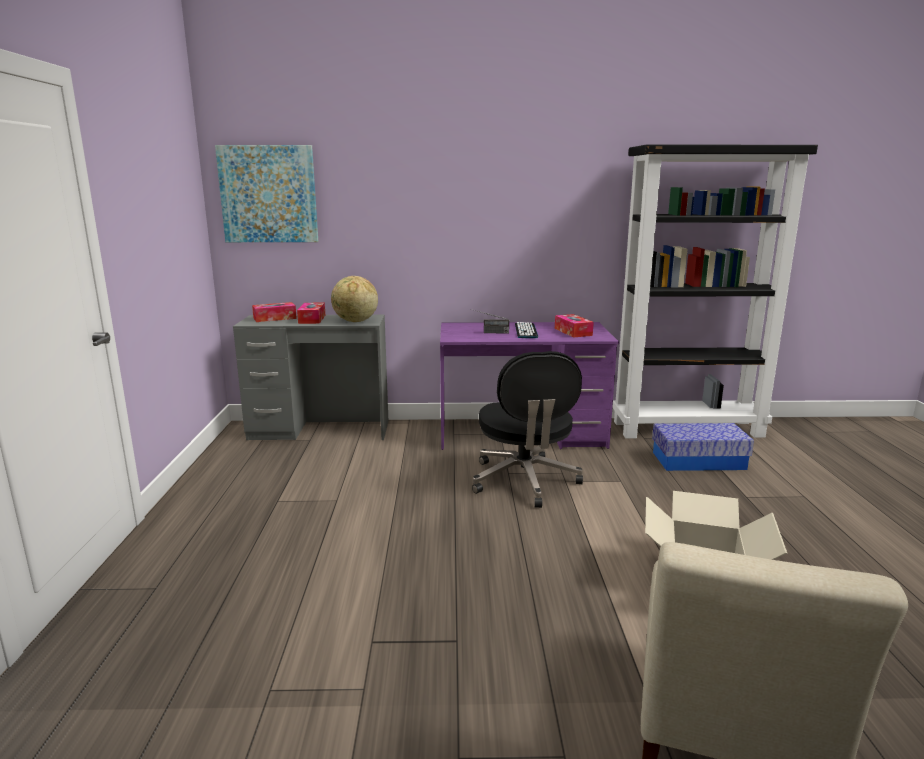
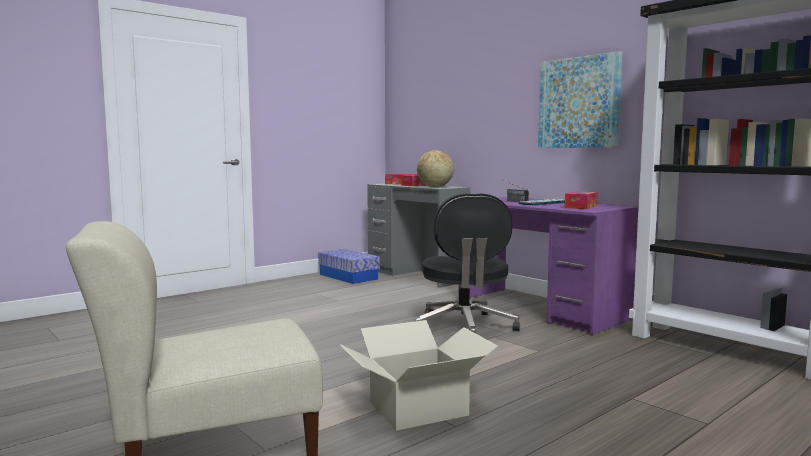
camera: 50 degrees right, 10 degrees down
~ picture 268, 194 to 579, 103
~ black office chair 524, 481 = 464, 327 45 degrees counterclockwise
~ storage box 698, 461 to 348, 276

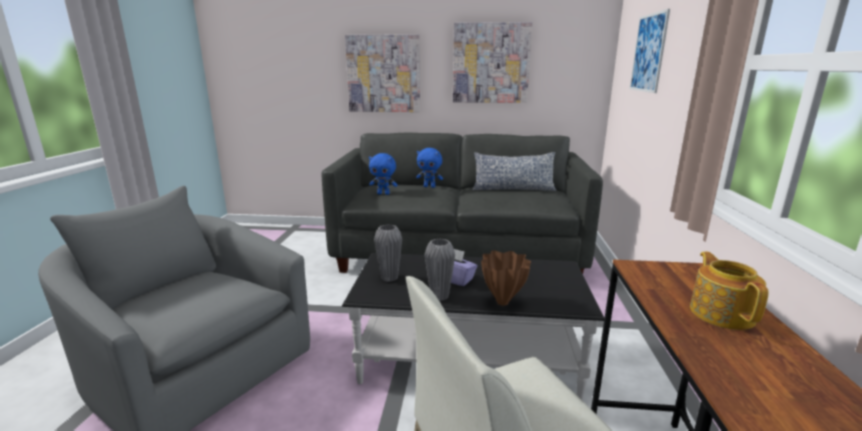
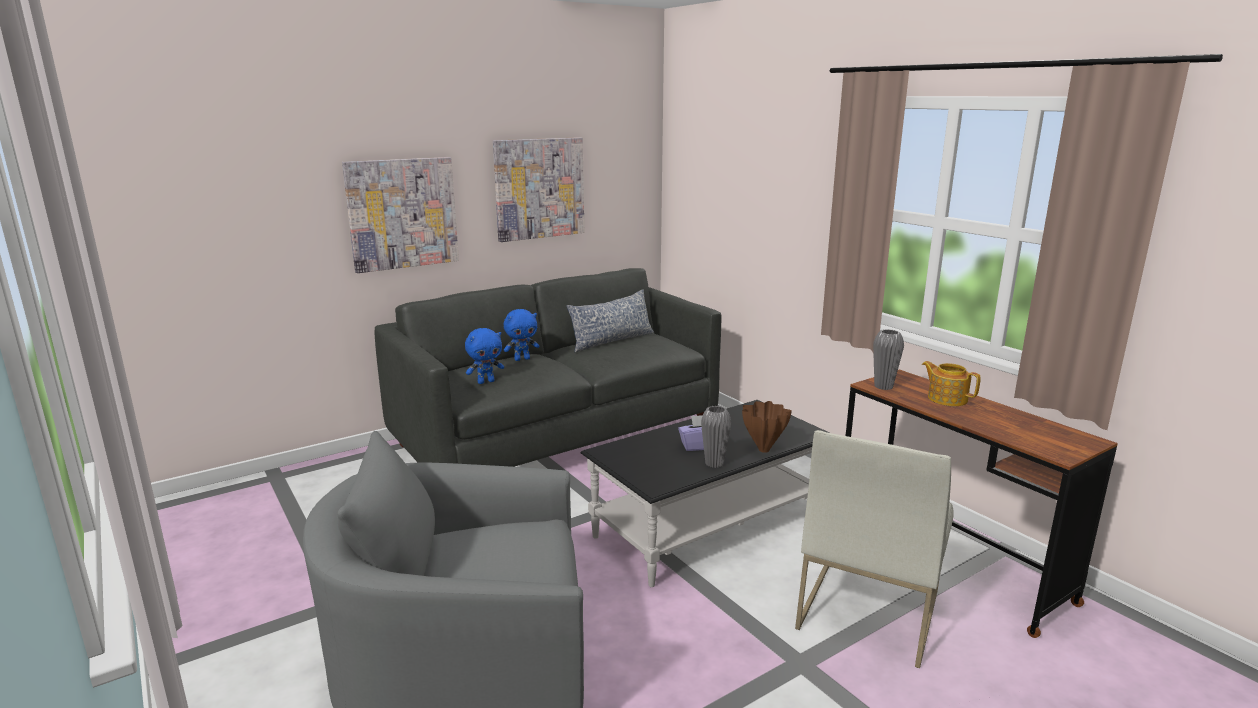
camera: 40 degrees left, 0 degrees up
- picture 648, 53
~ grey vase 389, 278 to 883, 386

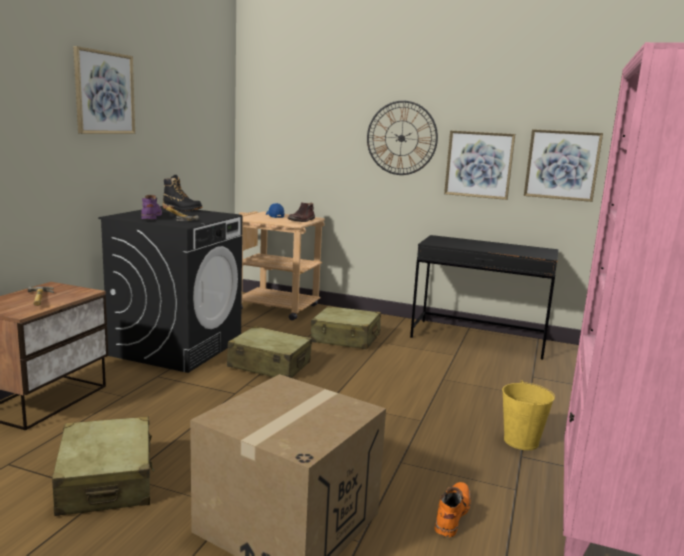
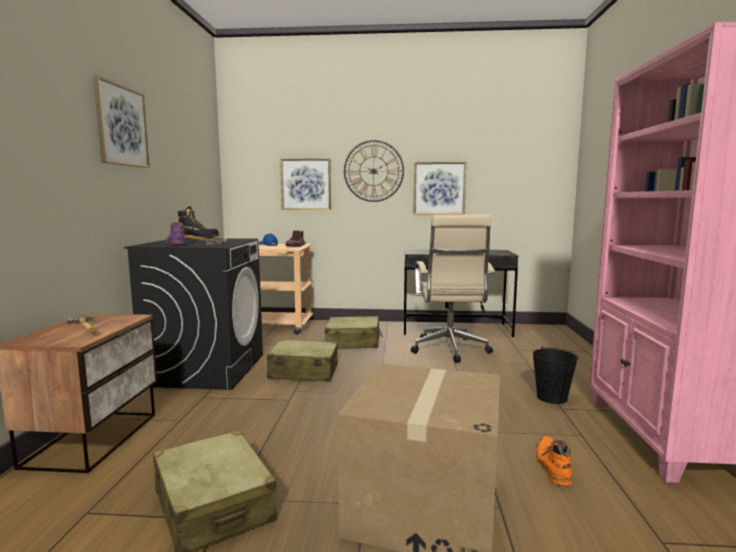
camera: 15 degrees left, 5 degrees down
~ picture 562, 165 to 306, 184
~ yellow bucket 521, 441 to black bucket 551, 397
+ beige office chair 450, 350

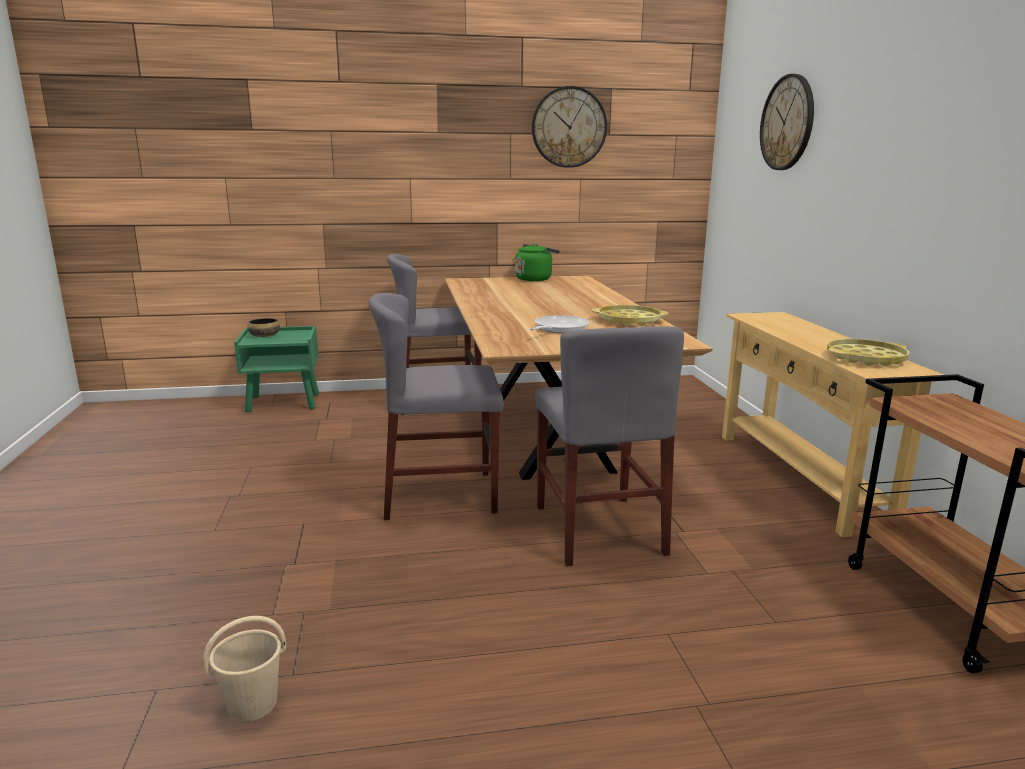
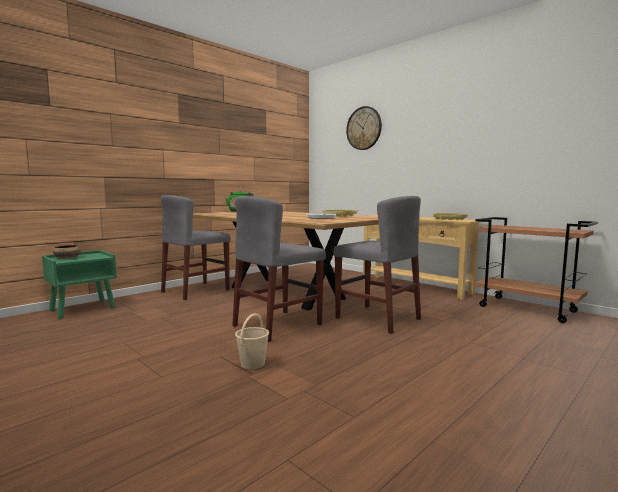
camera: 35 degrees left, 10 degrees down
- wall clock 569, 127
~ beige bucket 253, 704 to 253, 363

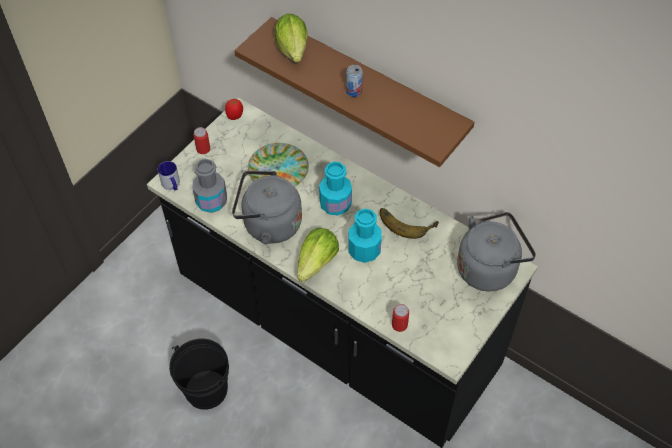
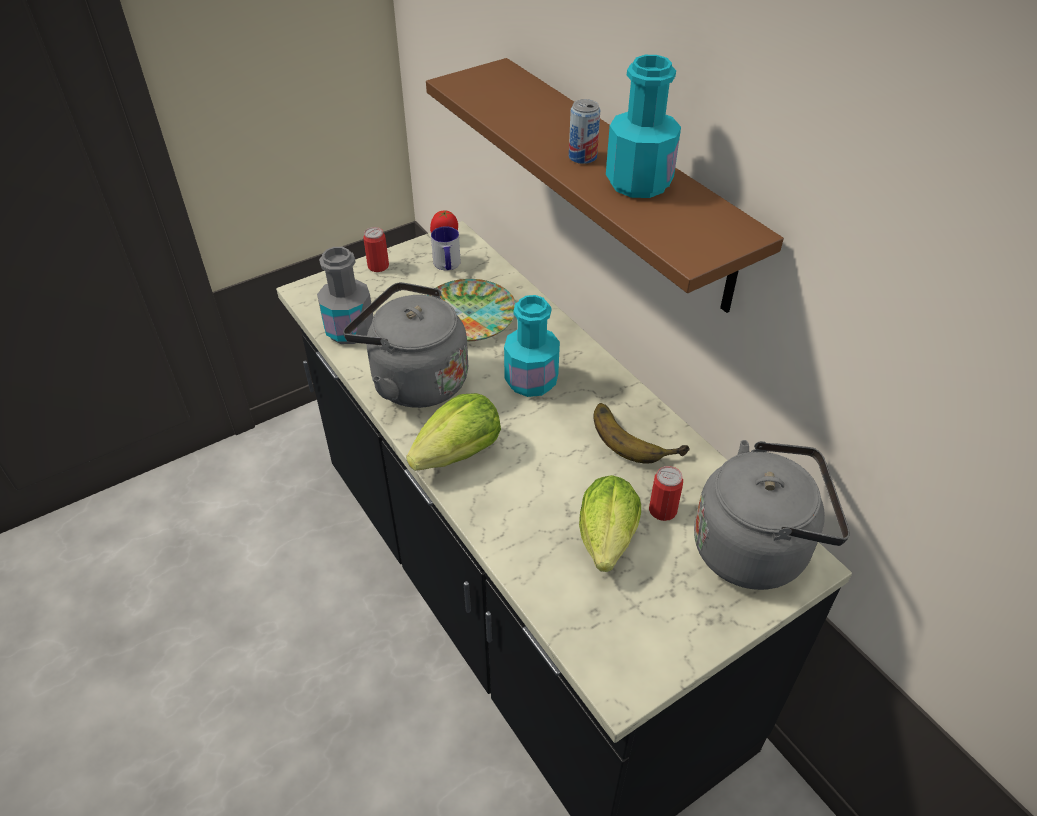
camera: 20 degrees right, 10 degrees down
~ lettuce 293, 52 to 606, 544
~ mug 172, 185 to 447, 265
~ turquoise bottle 364, 250 to 638, 183
~ can 399, 325 to 662, 510
- black bucket 206, 390

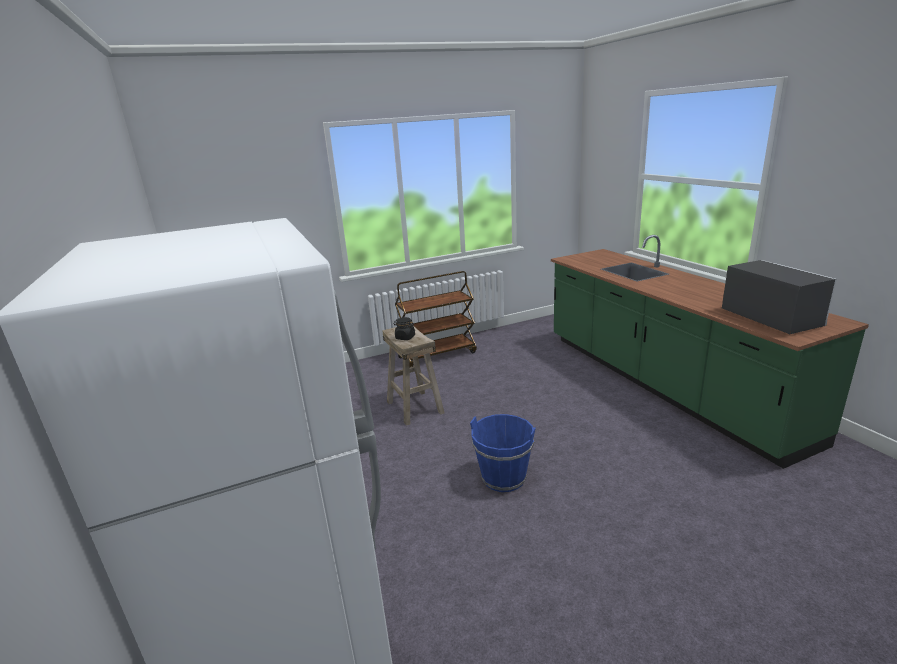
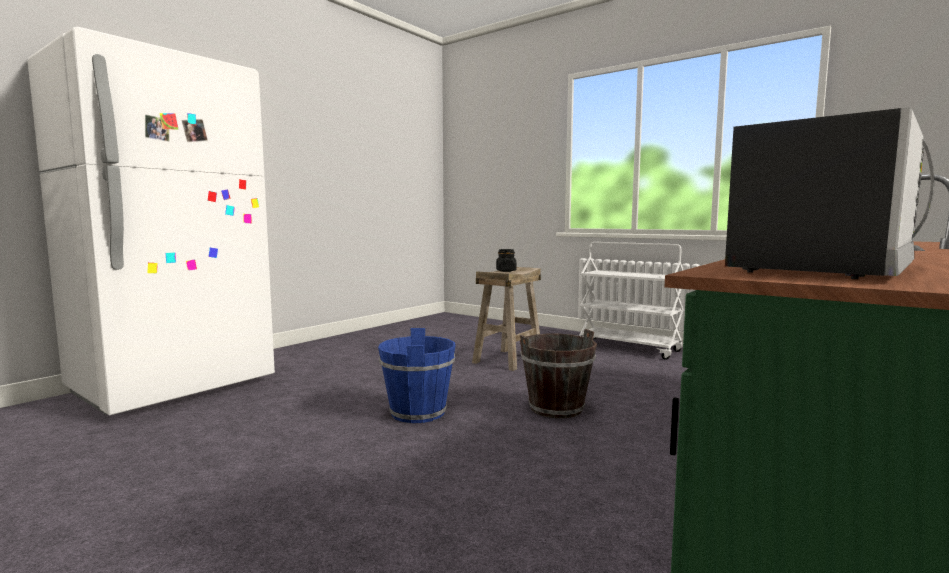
camera: 60 degrees right, 15 degrees down
~ brown cart 438, 355 to white cart 629, 348
+ brown bucket 556, 408

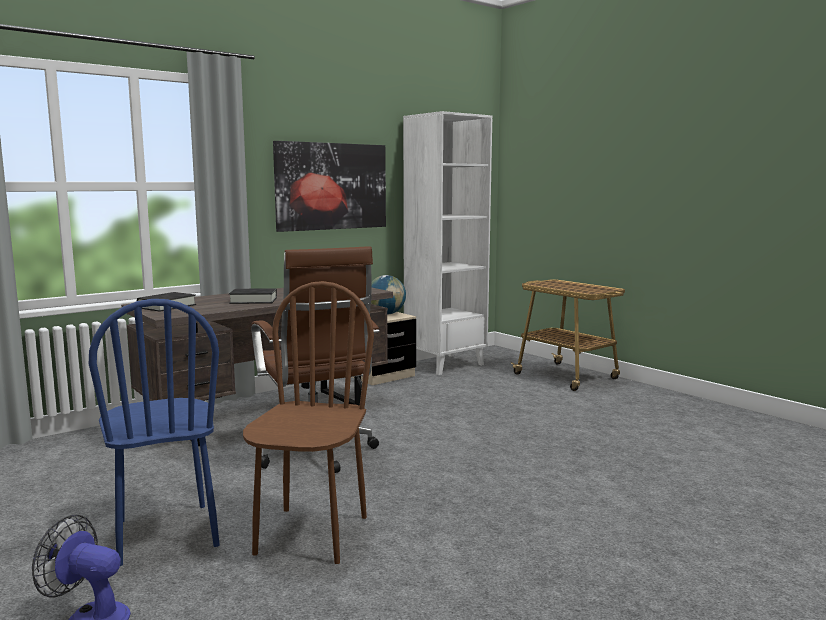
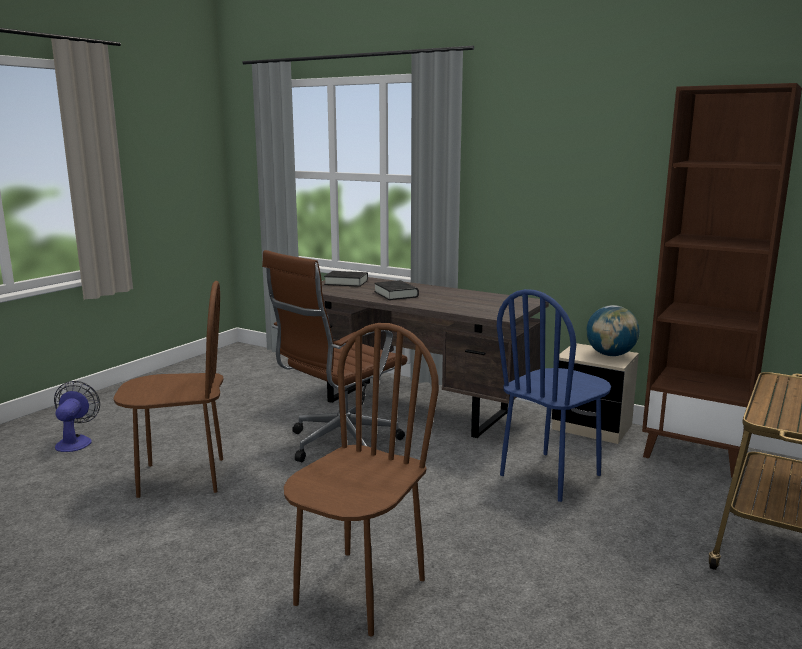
camera: 70 degrees right, 5 degrees up
~ white bookcase 445, 364 to brown bookcase 696, 453
- picture 331, 186
~ blue chair 166, 533 to 551, 475
+ brown chair 359, 591

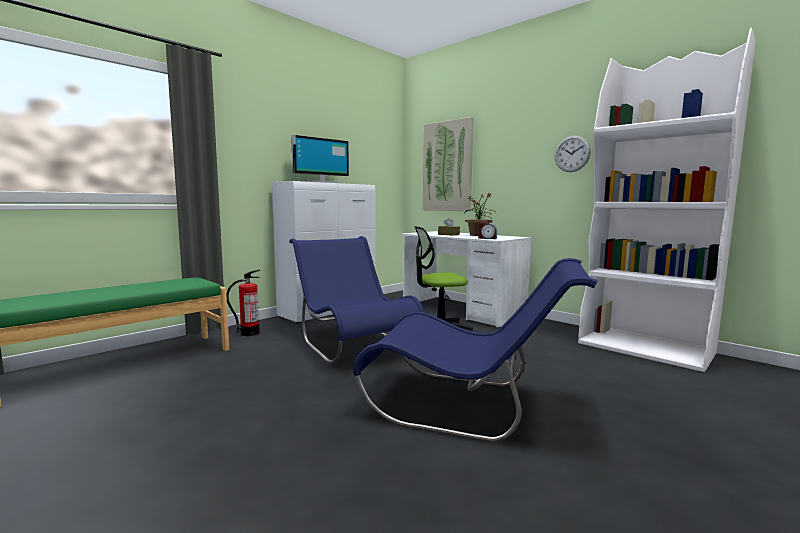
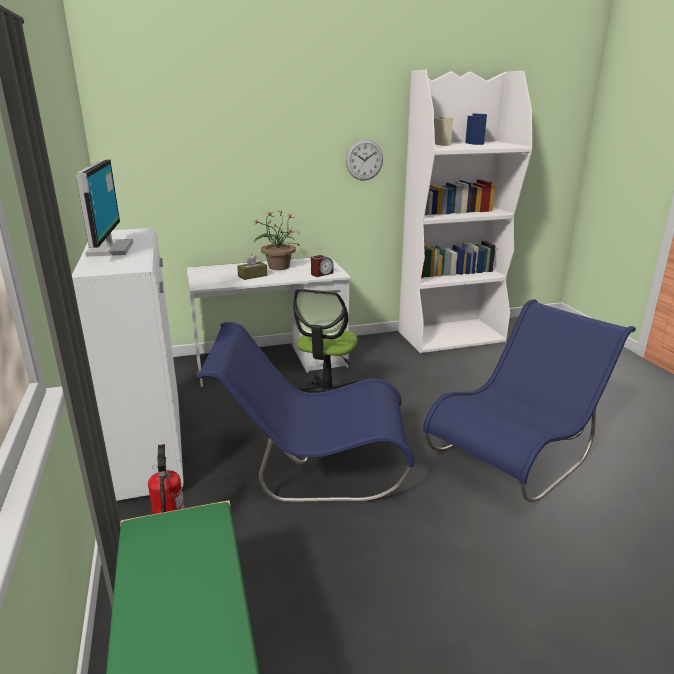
camera: 60 degrees left, 15 degrees up
- picture 447, 166

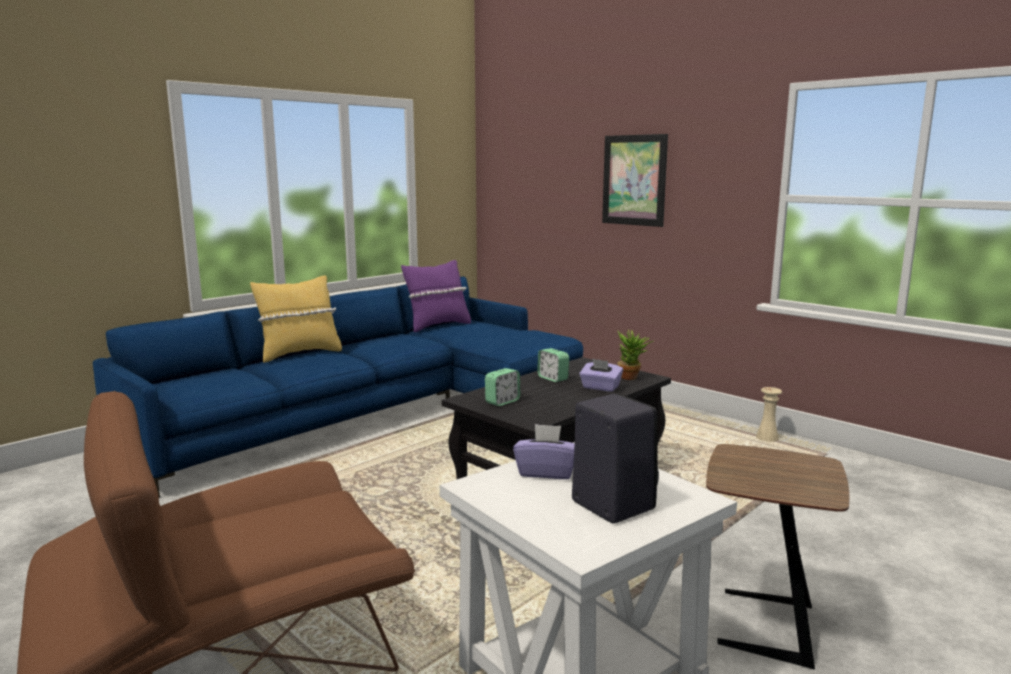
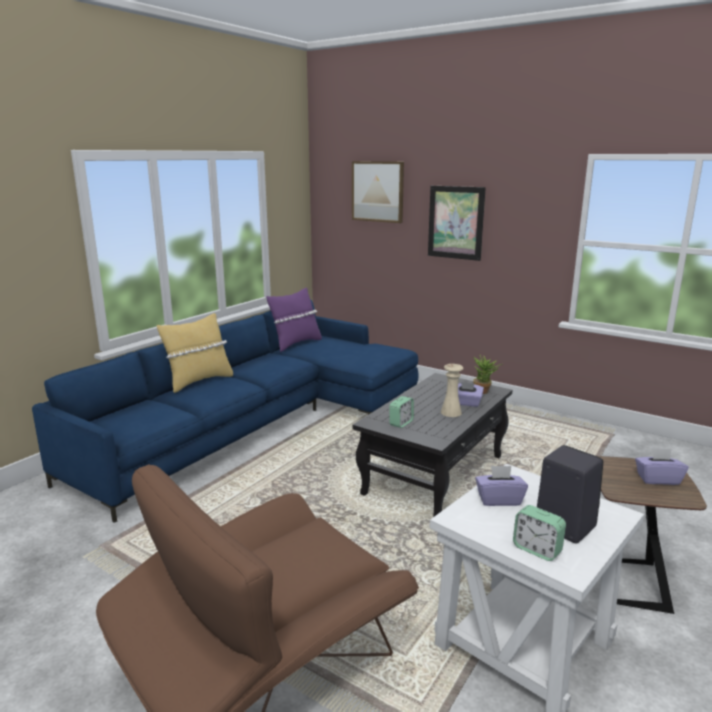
camera: 10 degrees left, 5 degrees up
~ alarm clock 553, 378 to 537, 549
~ beige vase 767, 438 to 451, 412
+ picture 378, 191
+ purple tissue box 658, 479

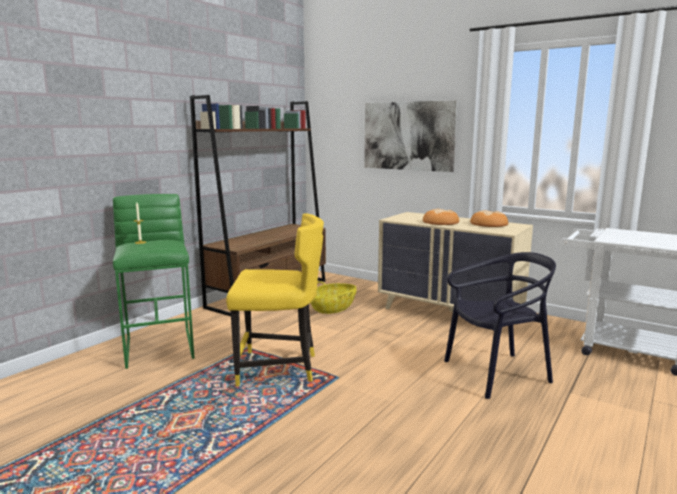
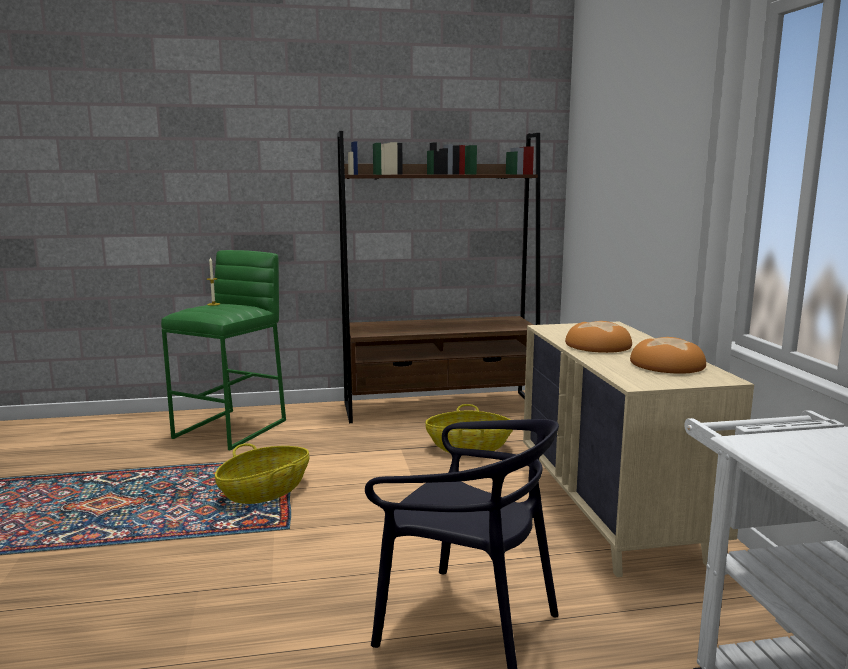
camera: 45 degrees right, 0 degrees up
- picture 408, 136
~ yellow chair 279, 368 to basket 265, 492

